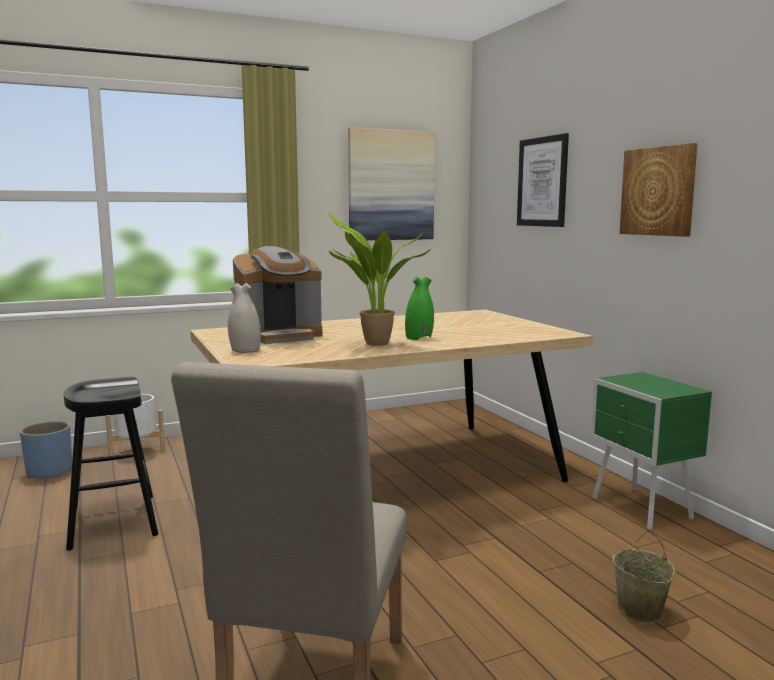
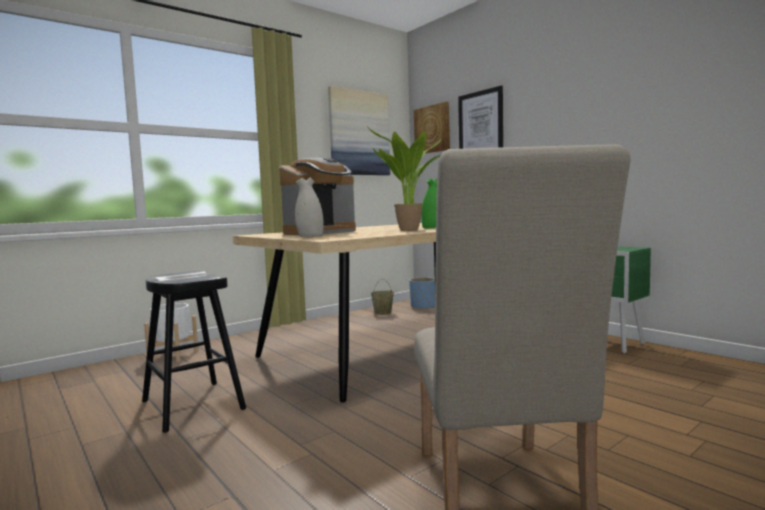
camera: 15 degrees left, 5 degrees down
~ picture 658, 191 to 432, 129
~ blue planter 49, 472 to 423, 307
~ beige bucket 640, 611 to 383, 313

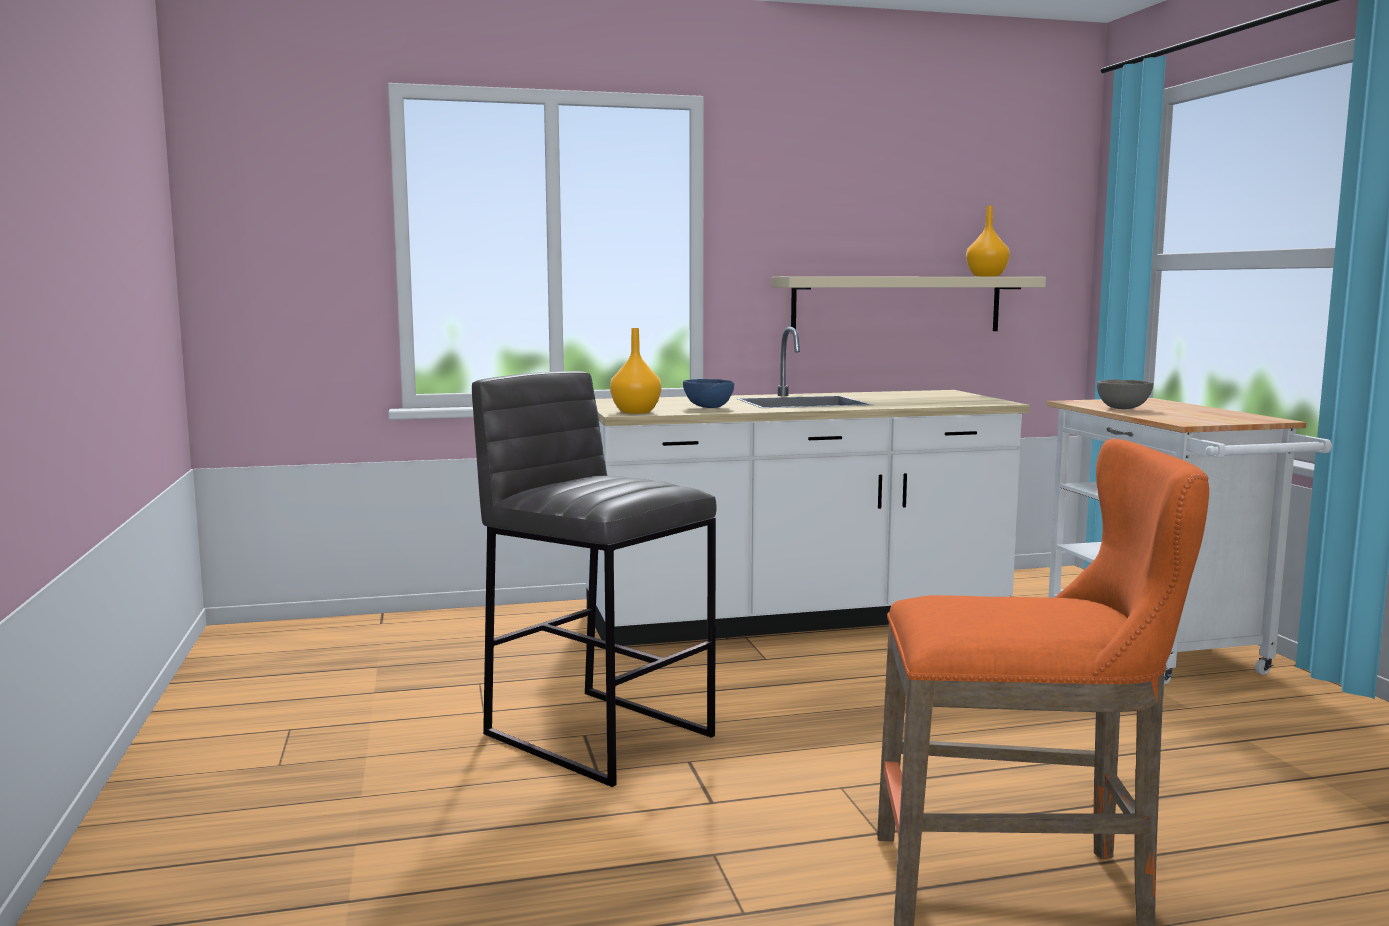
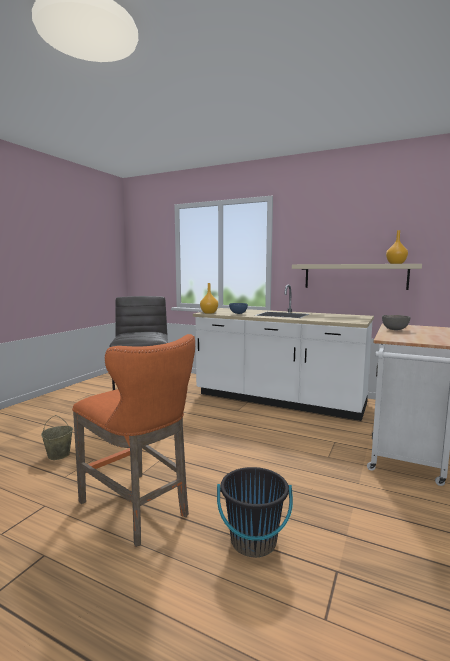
camera: 40 degrees right, 0 degrees up
+ beige bucket 58, 455
+ black bucket 253, 541

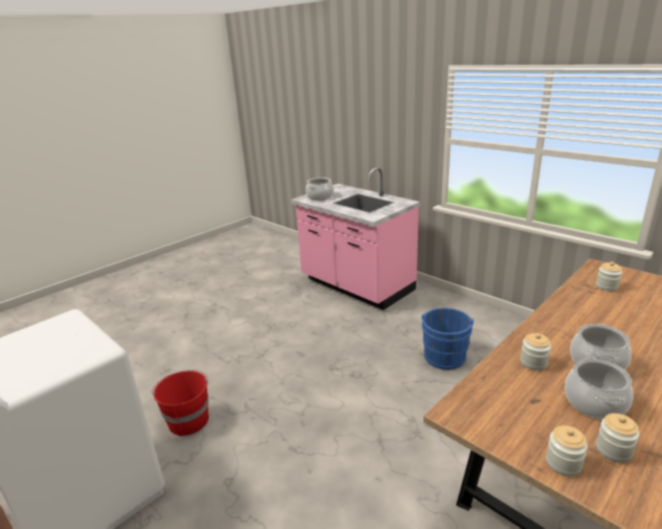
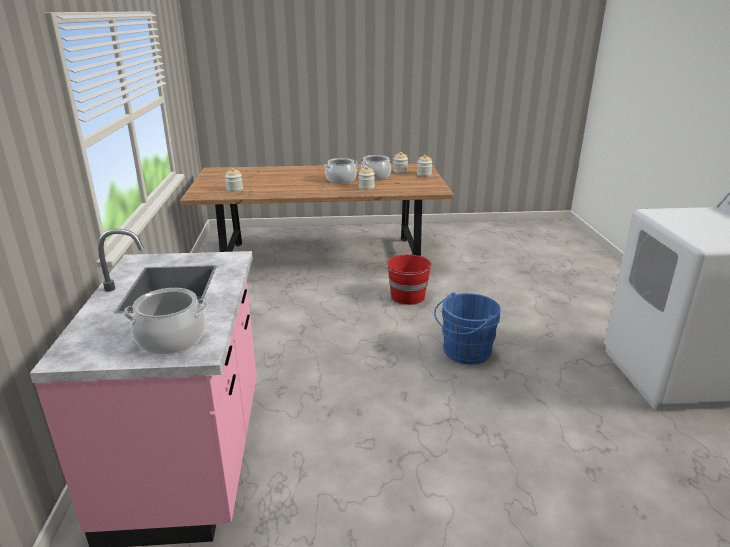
camera: 140 degrees left, 0 degrees up
~ blue bucket 445, 355 to 464, 352
~ red bucket 188, 420 to 407, 297

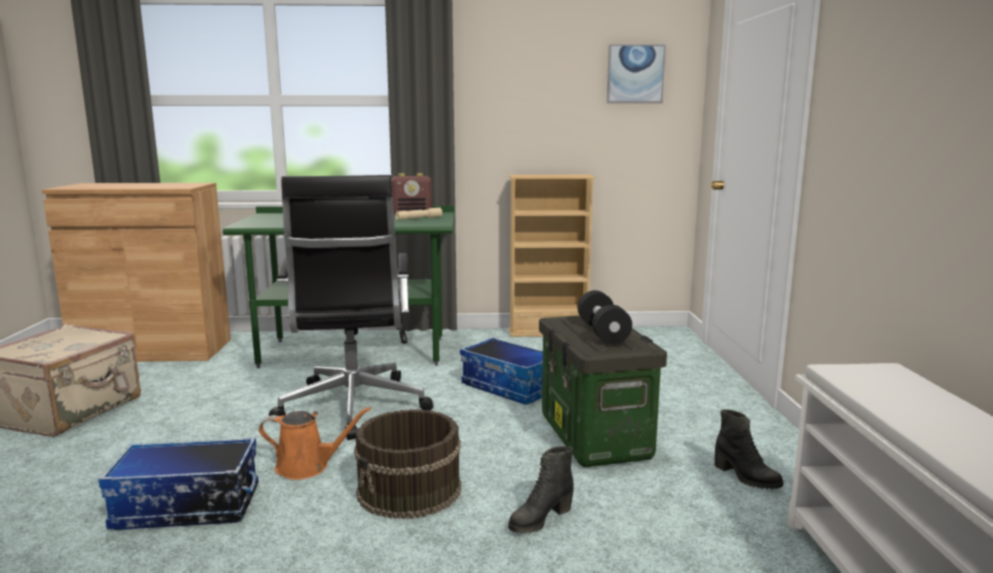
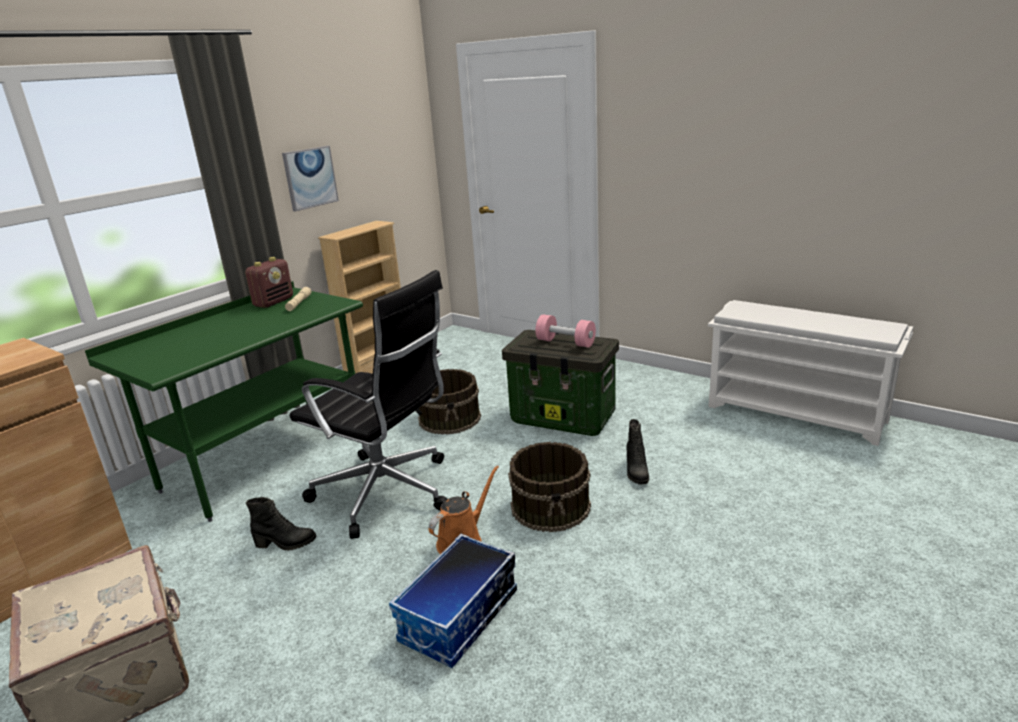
camera: 50 degrees left, 10 degrees up
~ picture 635, 74 to 310, 178
~ black dumbbell 602, 333 to pink dumbbell 565, 342
~ storage box 510, 387 to brown bucket 450, 418
~ black boot 746, 477 to 285, 543

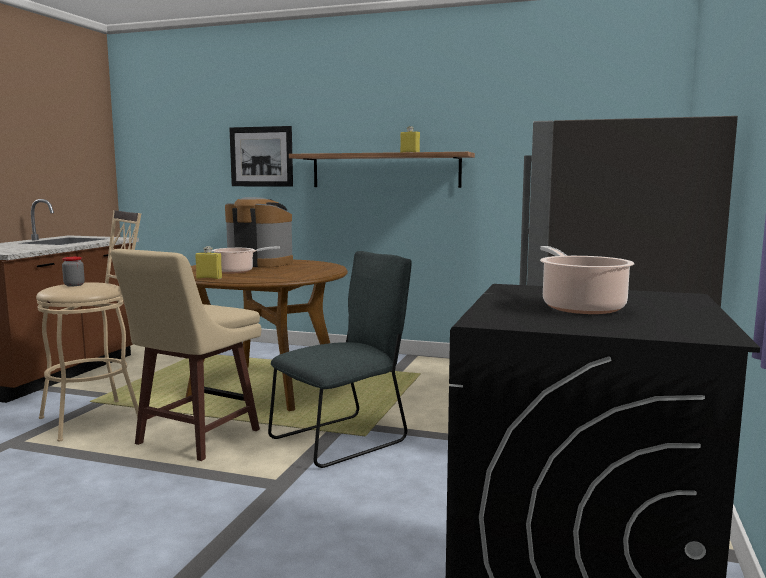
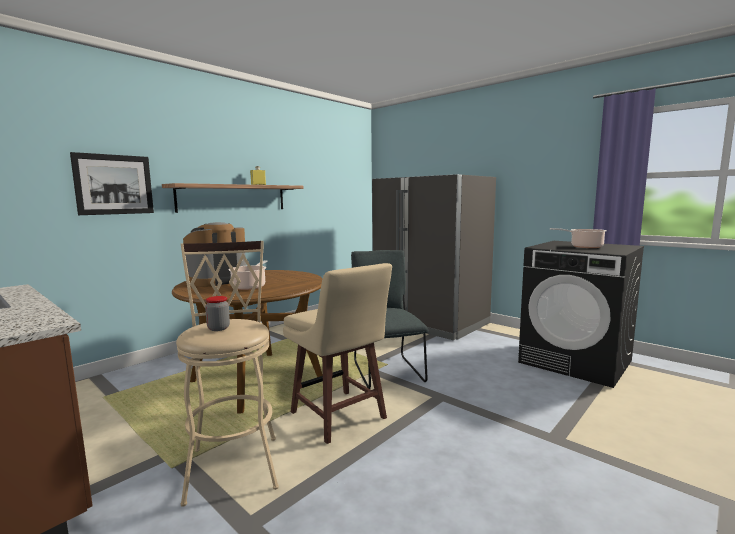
camera: 65 degrees left, 0 degrees up
- yellow bottle 209, 278

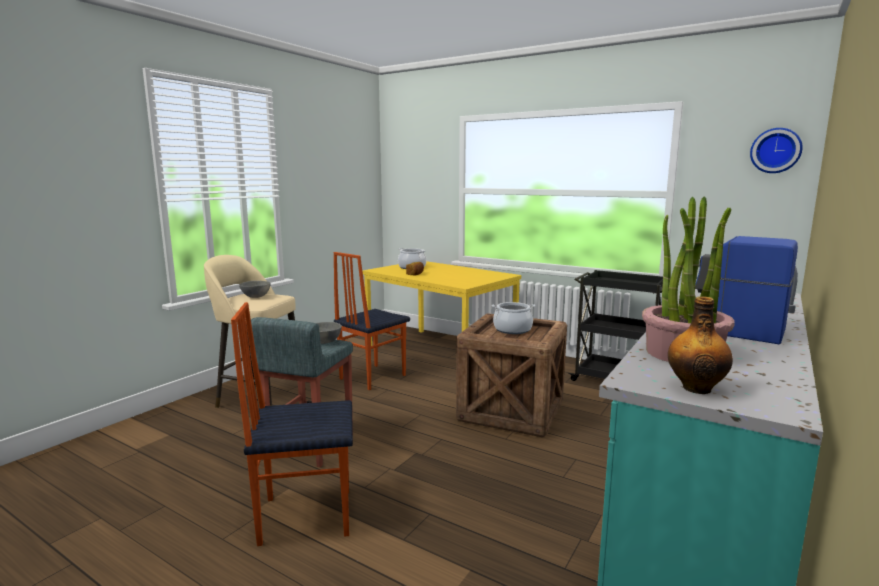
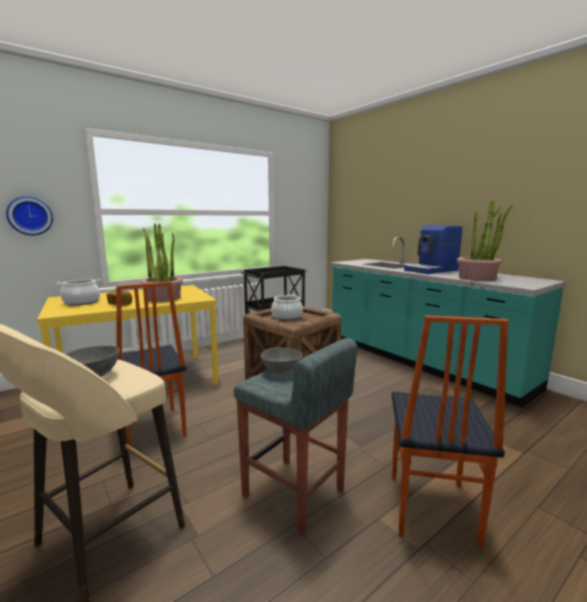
camera: 70 degrees left, 0 degrees up
~ wall clock 775, 150 to 30, 216
- bottle 696, 388
+ potted plant 163, 298

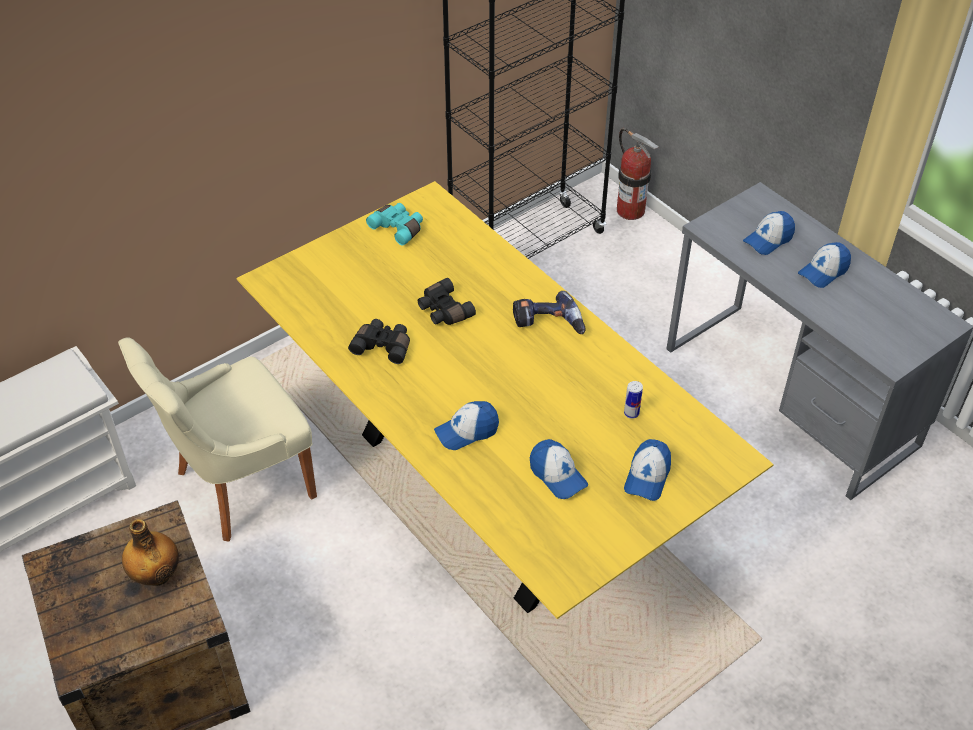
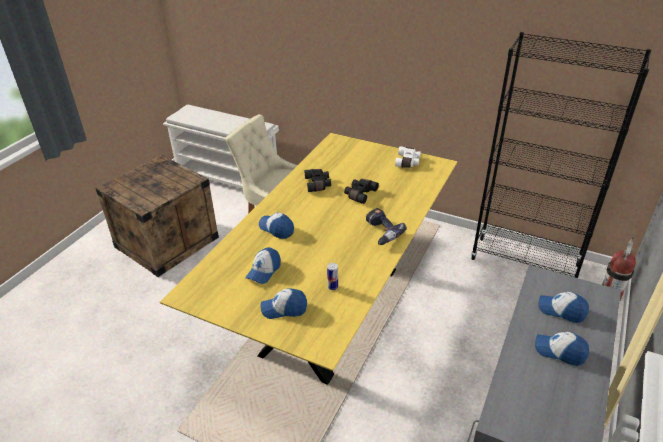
camera: 65 degrees right, 10 degrees down
~ turquoise binoculars 398, 228 to white binoculars 408, 162
- bottle 156, 575

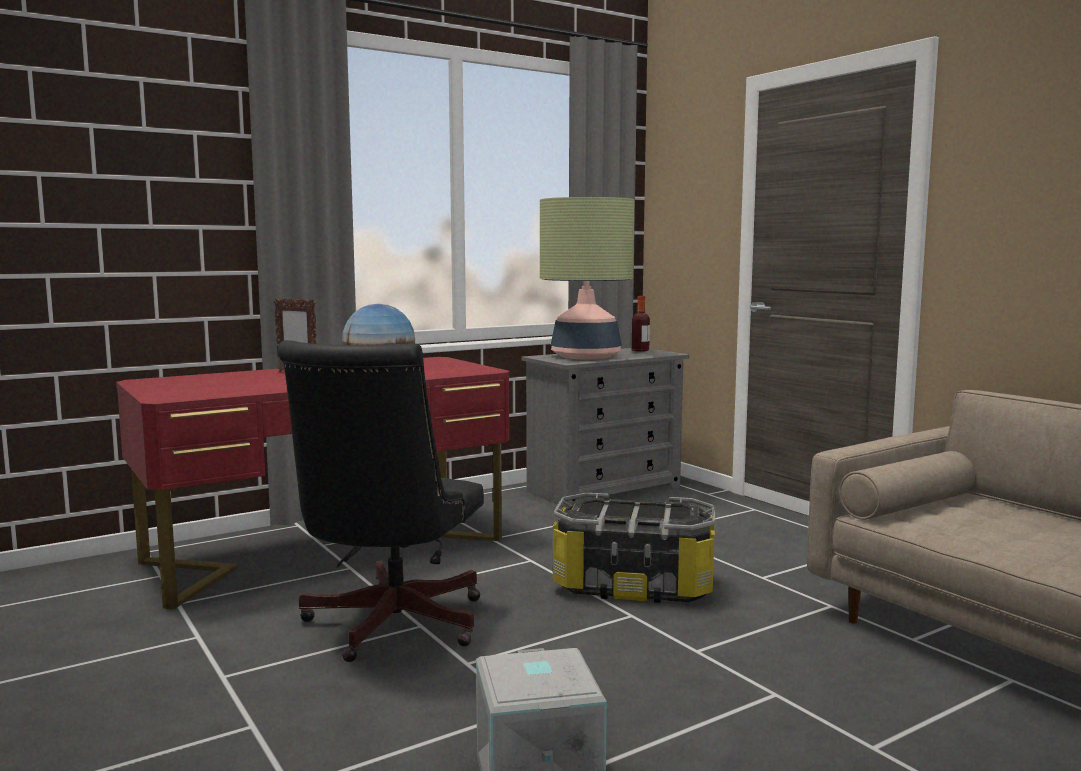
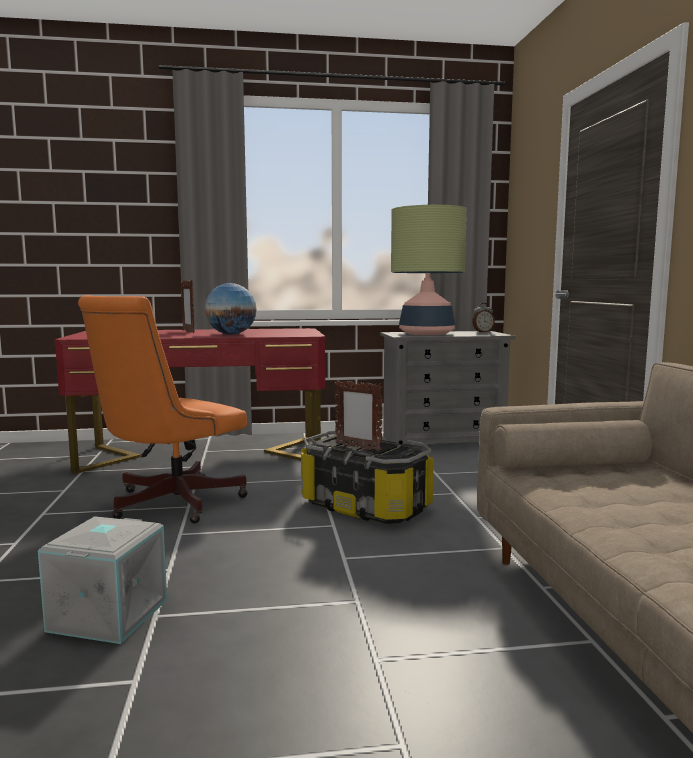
camera: 25 degrees right, 0 degrees up
~ bottle 640, 350 to alarm clock 482, 332
~ black office chair 388, 627 to orange office chair 168, 503
+ picture frame 357, 448

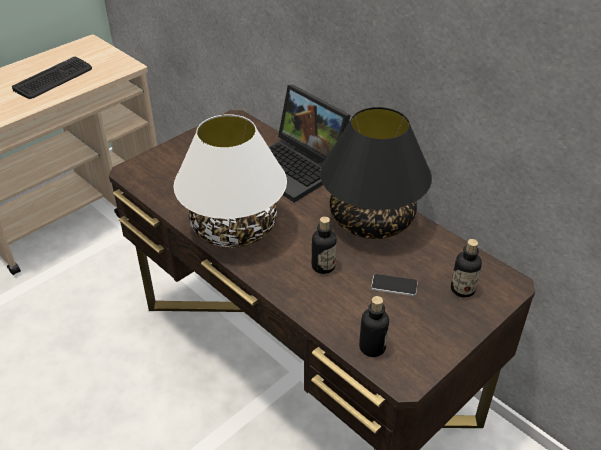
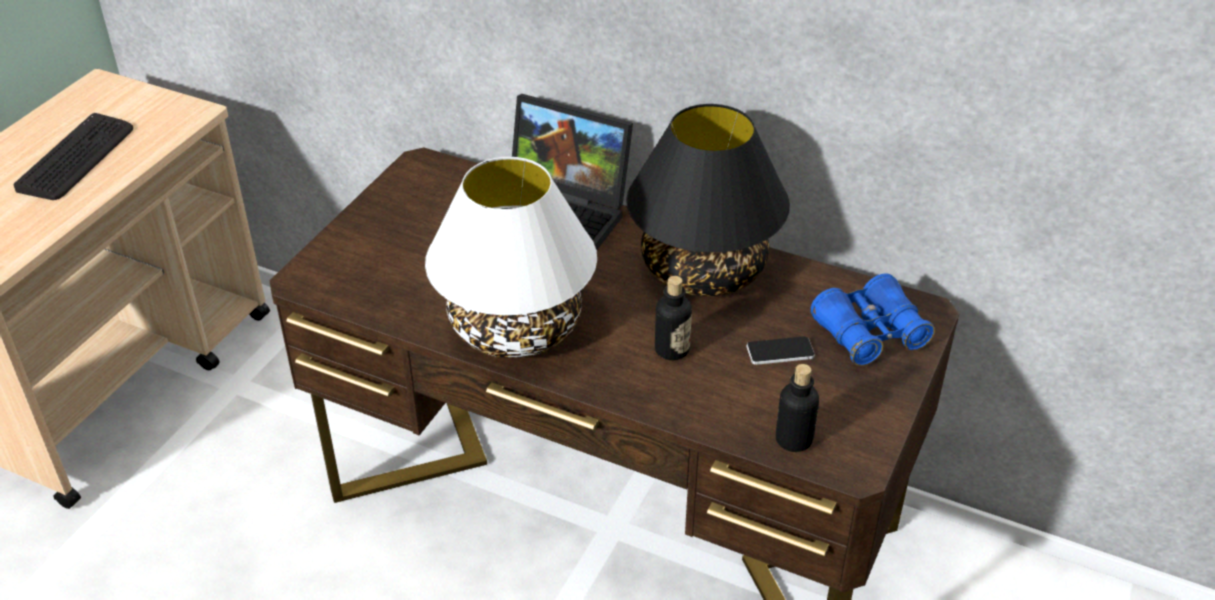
camera: 20 degrees left, 0 degrees up
~ bottle 462, 289 to blue binoculars 869, 334

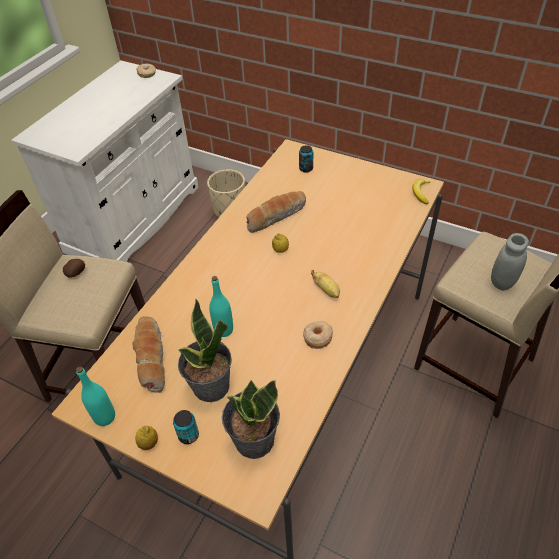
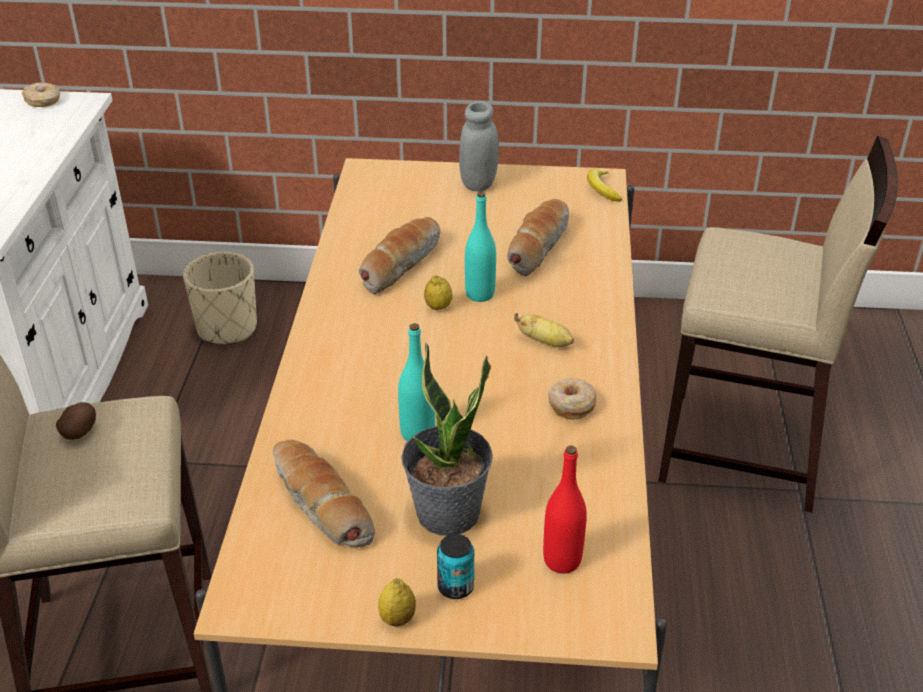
camera: 25 degrees left, 10 degrees down
- can 306, 168
~ grey jar 502, 282 to 478, 184
~ turquoise bottle 105, 417 to 480, 294
~ potted plant 254, 439 to red bottle 562, 560
+ bread 537, 245

